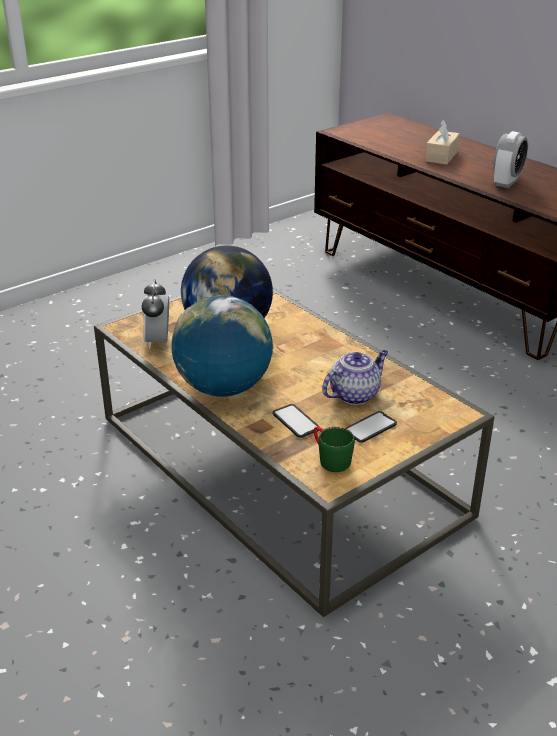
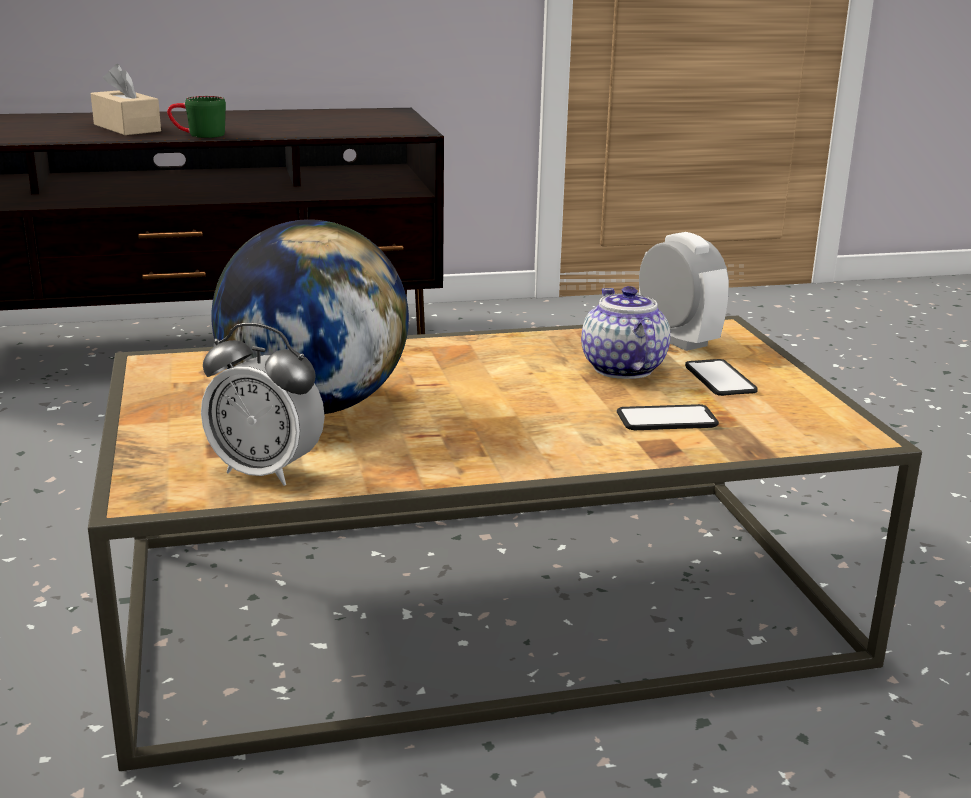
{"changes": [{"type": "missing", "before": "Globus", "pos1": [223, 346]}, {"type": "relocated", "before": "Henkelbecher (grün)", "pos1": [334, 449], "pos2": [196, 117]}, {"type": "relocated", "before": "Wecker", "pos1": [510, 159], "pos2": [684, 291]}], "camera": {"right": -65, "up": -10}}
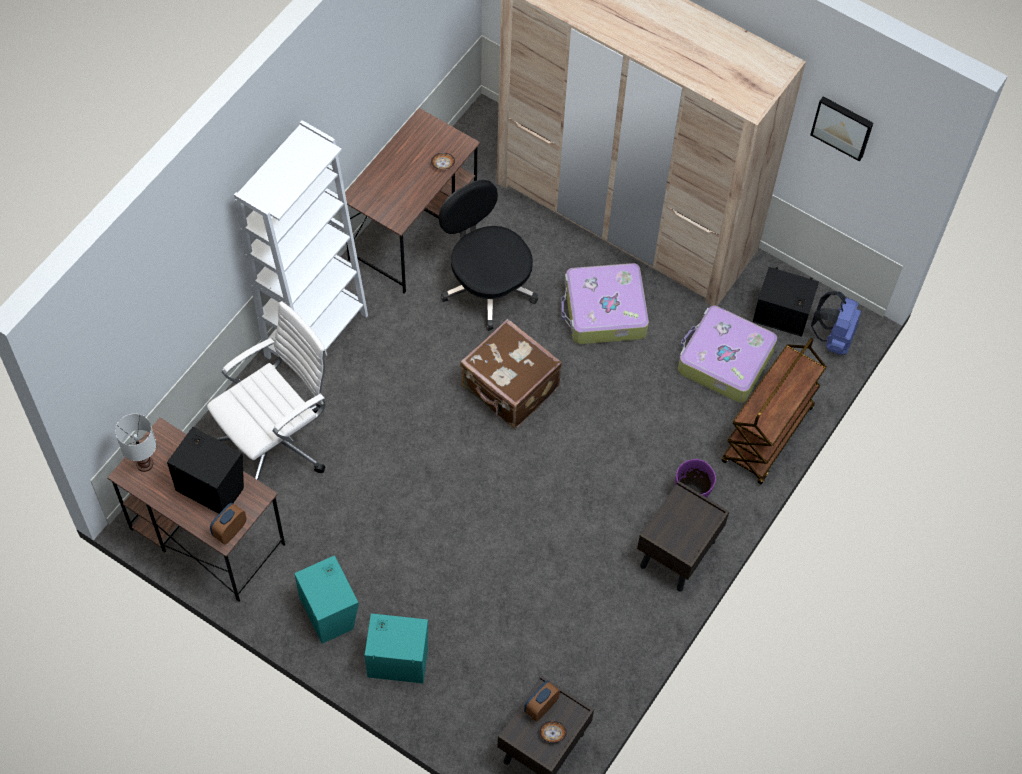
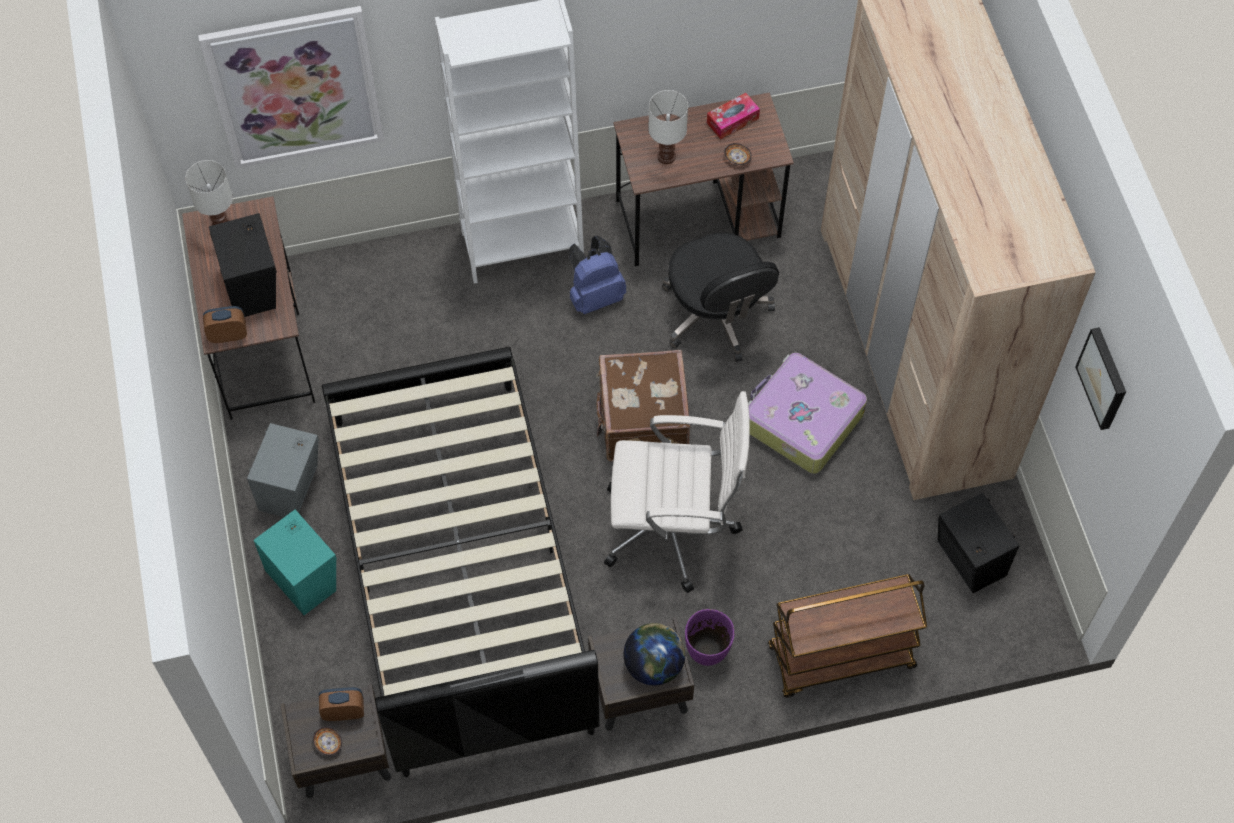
{"changes": [{"type": "missing", "before": "Koffer", "pos1": [727, 354]}, {"type": "appeared", "after": "Bild", "pos2": [291, 87]}, {"type": "appeared", "after": "Bett (schwarz)", "pos2": [460, 562]}, {"type": "appeared", "after": "Globus", "pos2": [654, 654]}, {"type": "appeared", "after": "Tischlampe (weiß)", "pos2": [668, 127]}, {"type": "appeared", "after": "Taschentuchbox", "pos2": [733, 116]}, {"type": "relocated", "before": "Bürostuhl (weiß)", "pos1": [267, 390], "pos2": [677, 492]}, {"type": "relocated", "before": "Rucksack (blau)", "pos1": [836, 323], "pos2": [597, 275]}, {"type": "colour", "before": "Lautsprecher (türkis)", "after": "Lautsprecher (grau)", "pos1": [326, 599], "pos2": [283, 470]}, {"type": "spun", "before": "Bürostuhl (schwarz)", "pos1": [488, 255], "pos2": [720, 297], "turn": 150}], "camera": {"right": 45, "up": 0}}
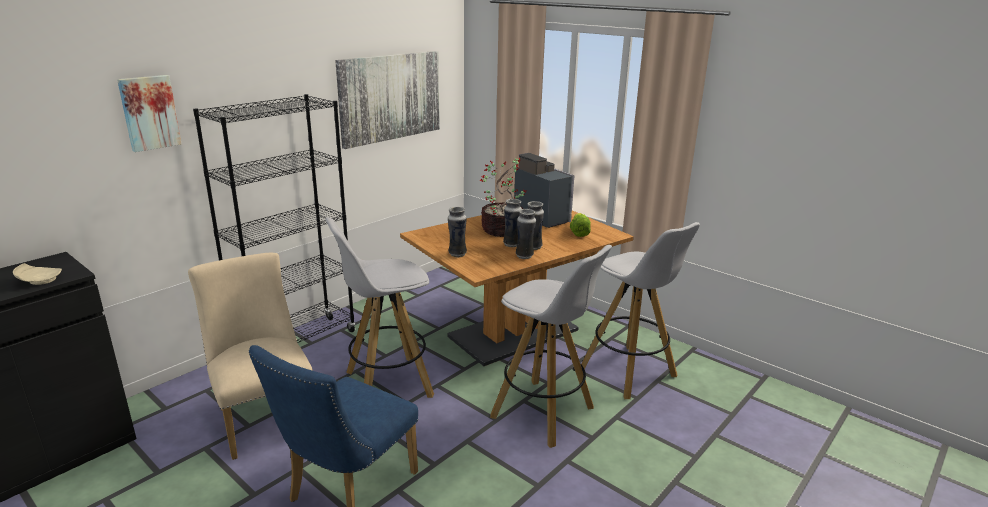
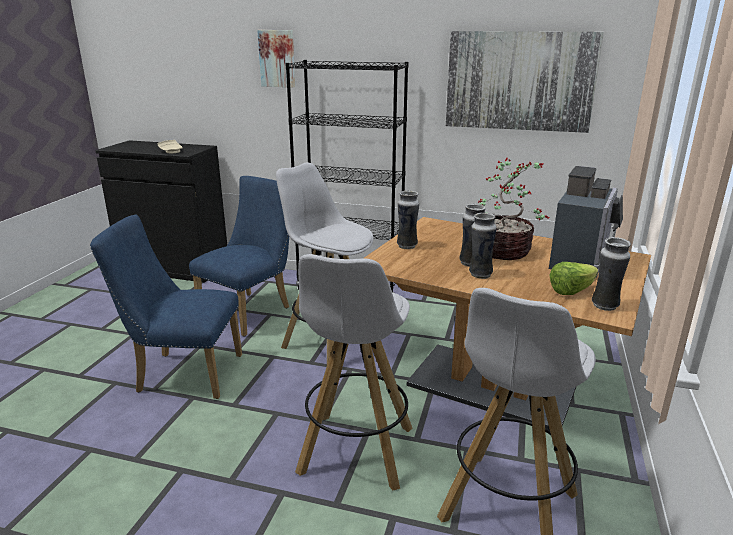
{"changes": [{"type": "relocated", "before": "Vase", "pos1": [526, 234], "pos2": [611, 274]}, {"type": "colour", "before": "Stuhl (beige)", "after": "Stuhl (blau)", "pos1": [250, 356], "pos2": [239, 256]}], "camera": {"right": 65, "up": 0}}
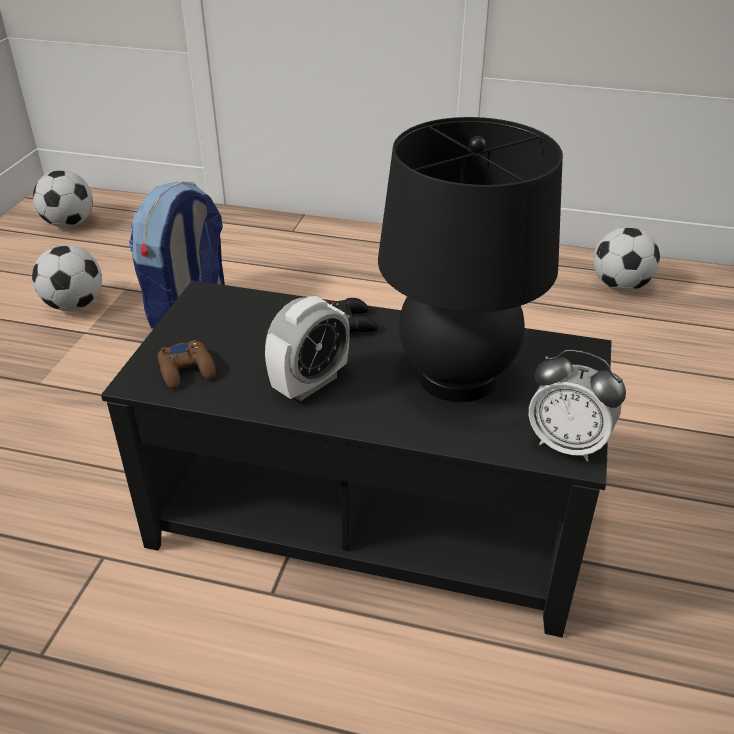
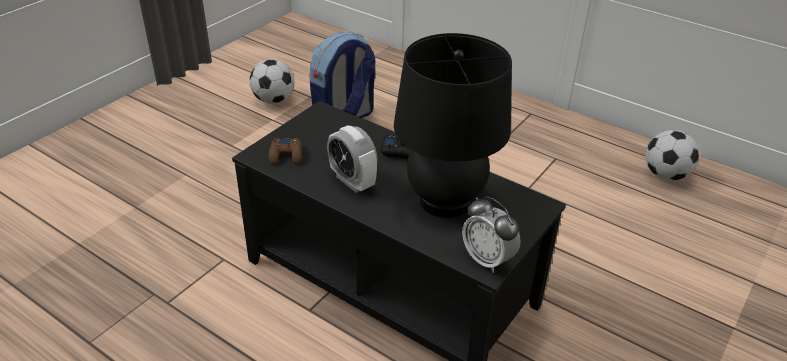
{"changes": [{"type": "missing", "before": "Fußball", "pos1": [63, 199]}, {"type": "spun", "before": "Wecker", "pos1": [307, 348], "pos2": [352, 159], "turn": 75}], "camera": {"right": 20, "up": 0}}
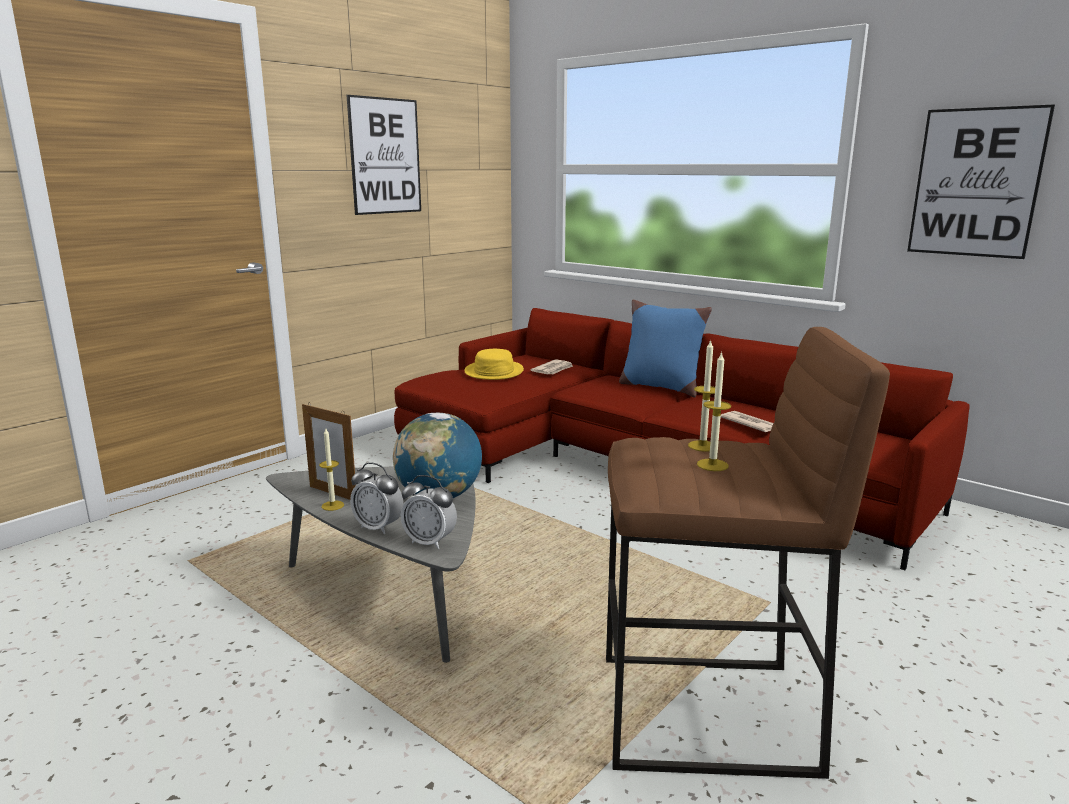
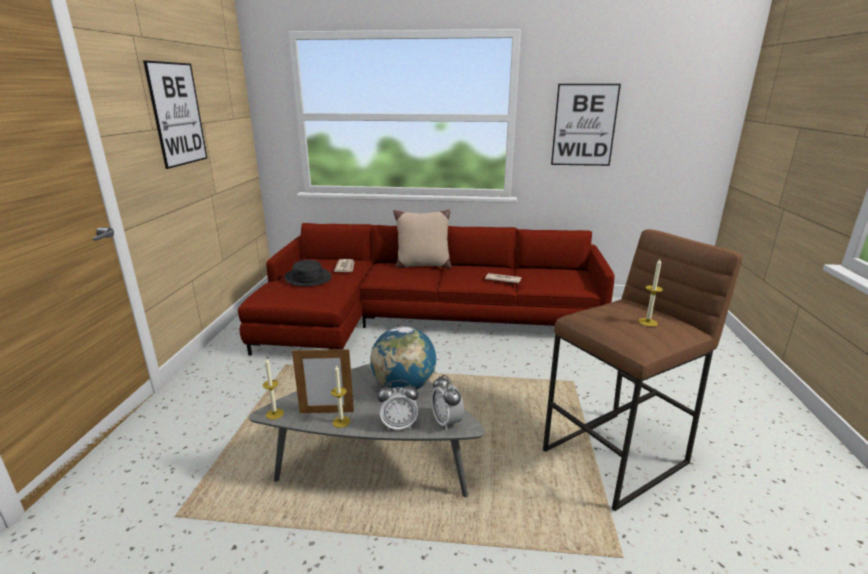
{"changes": [{"type": "relocated", "before": "Kerze", "pos1": [701, 395], "pos2": [273, 389]}, {"type": "colour", "before": "Hut (gelb)", "after": "Hut (schwarz)", "pos1": [494, 364], "pos2": [308, 273]}, {"type": "colour", "before": "Kissen (blau)", "after": "Kissen (beige)", "pos1": [665, 349], "pos2": [422, 239]}, {"type": "spun", "before": "Wecker", "pos1": [429, 512], "pos2": [447, 403], "turn": 75}], "camera": {"right": -35, "up": 5}}
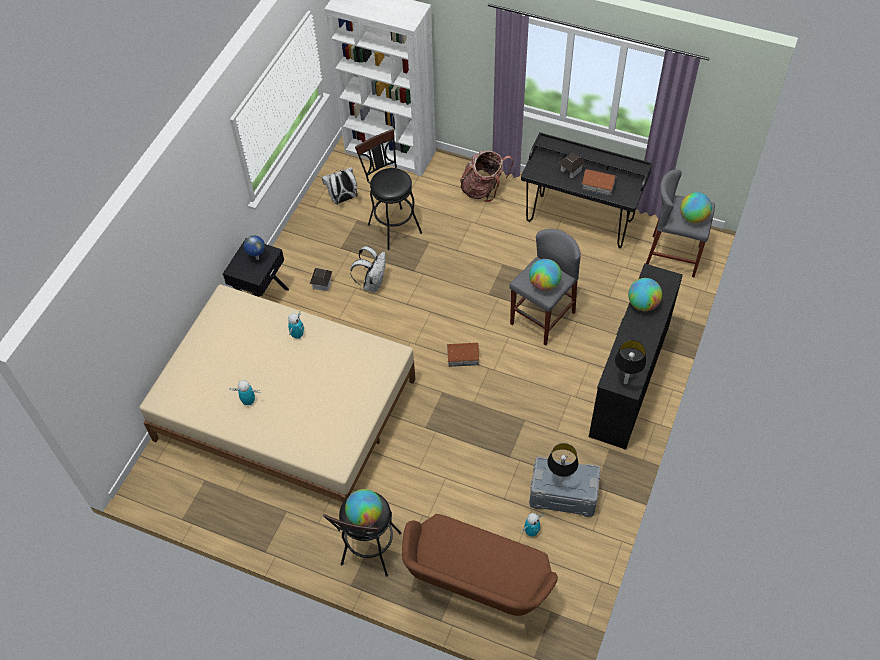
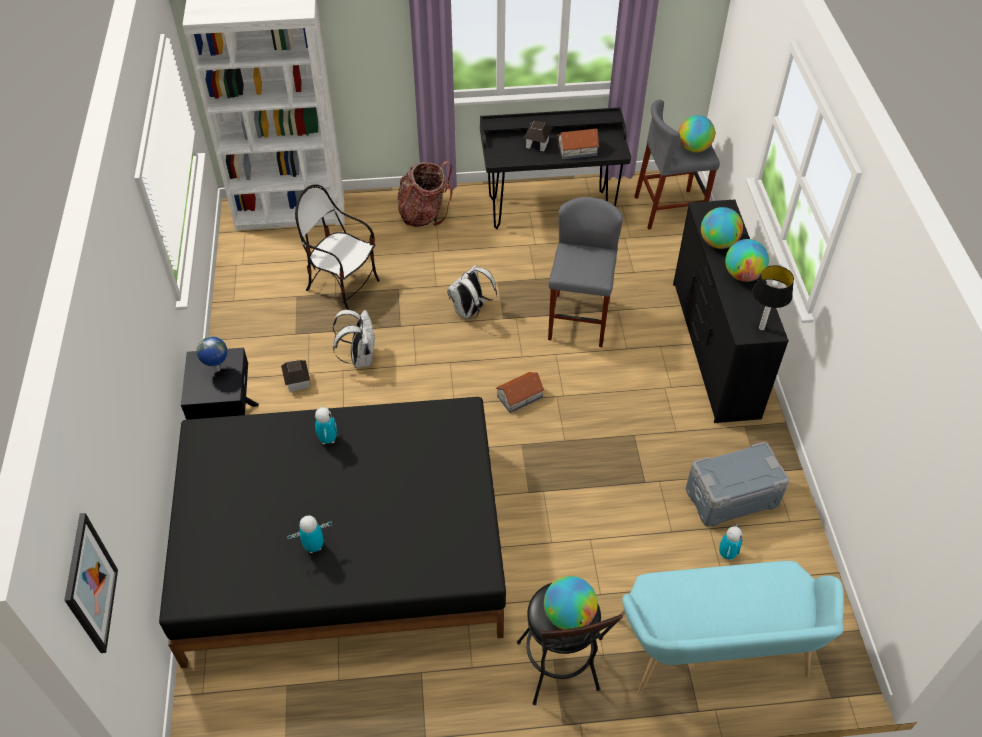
{"changes": [{"type": "missing", "before": "Tischlampe", "pos1": [562, 463]}, {"type": "appeared", "after": "Bild", "pos2": [91, 583]}, {"type": "relocated", "before": "Rucksack (weiß)", "pos1": [340, 186], "pos2": [472, 291]}, {"type": "relocated", "before": "Globus", "pos1": [545, 275], "pos2": [747, 260]}, {"type": "exchanged", "before": "Hocker (schwarz)", "after": "Stuhl", "pos1": [388, 189], "pos2": [337, 247]}, {"type": "colour", "before": "Bett (beige)", "after": "Bett (schwarz)", "pos1": [277, 393], "pos2": [332, 532]}, {"type": "colour", "before": "Bank (braun)", "after": "Bank (türkis)", "pos1": [480, 575], "pos2": [730, 627]}], "camera": {"right": -30, "up": -5}}
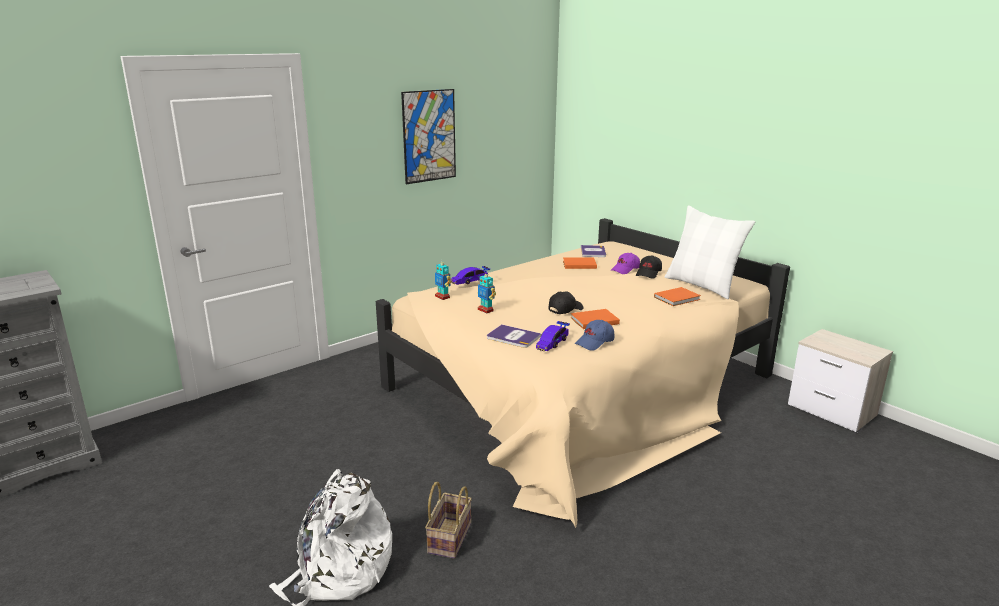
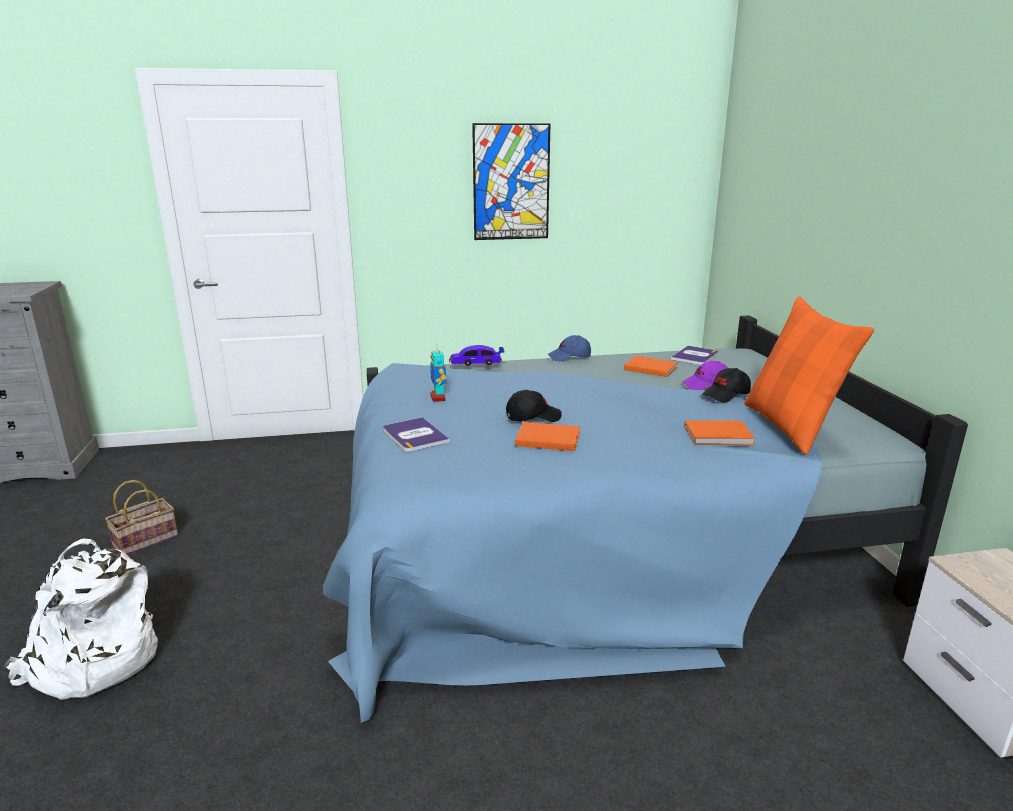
{"changes": [{"type": "missing", "before": "Spielzeugroboter", "pos1": [443, 280]}, {"type": "missing", "before": "Spielzeugauto", "pos1": [553, 336]}, {"type": "relocated", "before": "Korb", "pos1": [448, 520], "pos2": [141, 517]}, {"type": "relocated", "before": "Kappe (blau)", "pos1": [594, 335], "pos2": [569, 348]}, {"type": "colour", "before": "Bett (beige)", "after": "Bett (blau)", "pos1": [583, 373], "pos2": [645, 519]}, {"type": "colour", "before": "Kissen (weiß)", "after": "Kissen (orange)", "pos1": [709, 252], "pos2": [809, 375]}], "camera": {"right": 30, "up": 0}}
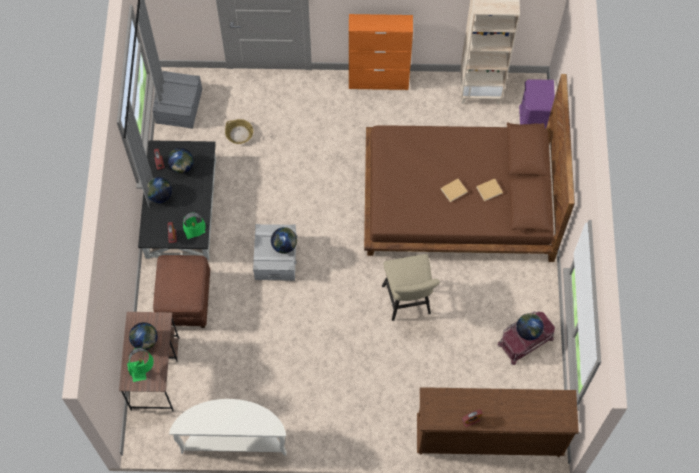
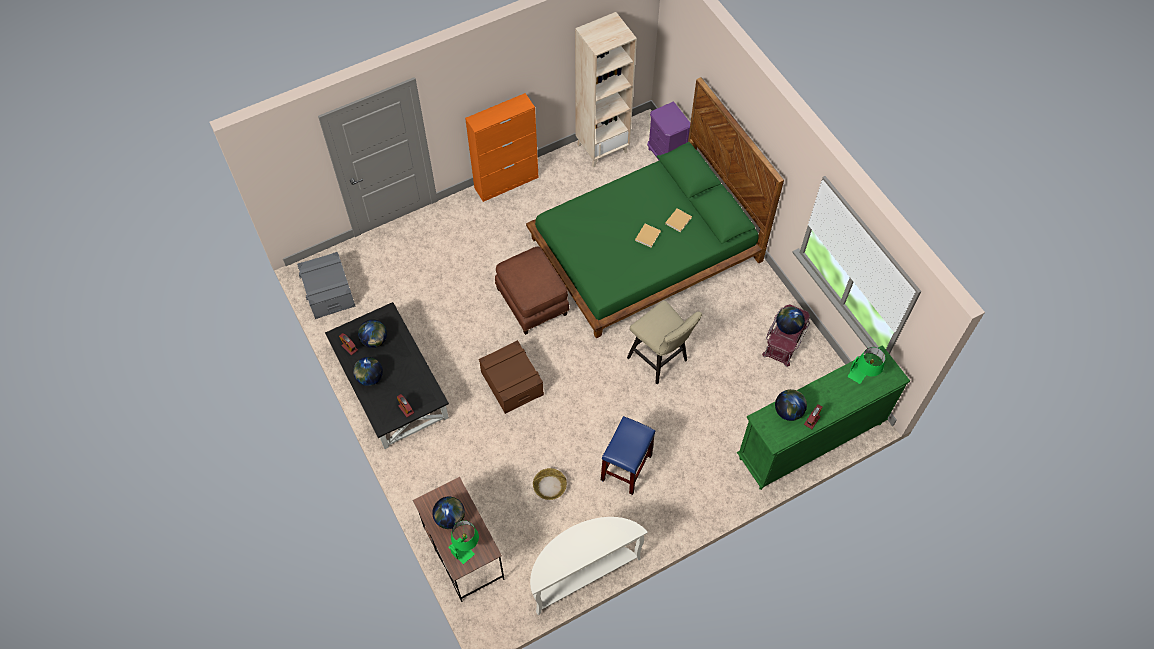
{"changes": [{"type": "appeared", "after": "Hocker (blau)", "pos2": [628, 455]}, {"type": "relocated", "before": "Polsterhocker (braun)", "pos1": [181, 291], "pos2": [532, 291]}, {"type": "relocated", "before": "Tischlampe (grün)", "pos1": [194, 225], "pos2": [866, 365]}, {"type": "relocated", "before": "Korb", "pos1": [239, 131], "pos2": [550, 484]}, {"type": "relocated", "before": "Globus", "pos1": [284, 240], "pos2": [791, 405]}, {"type": "colour", "before": "Aufbewahrungsbox (grau)", "after": "Aufbewahrungsbox (braun)", "pos1": [275, 252], "pos2": [511, 377]}, {"type": "colour", "before": "Bett (braun)", "after": "Bett (grün)", "pos1": [469, 168], "pos2": [655, 207]}, {"type": "colour", "before": "Kommode (braun)", "after": "Kommode (grün)", "pos1": [498, 422], "pos2": [823, 417]}], "camera": {"right": -30, "up": -5}}
